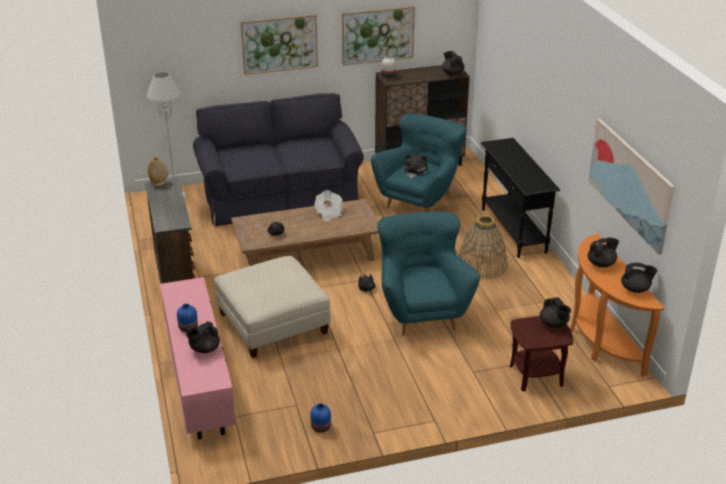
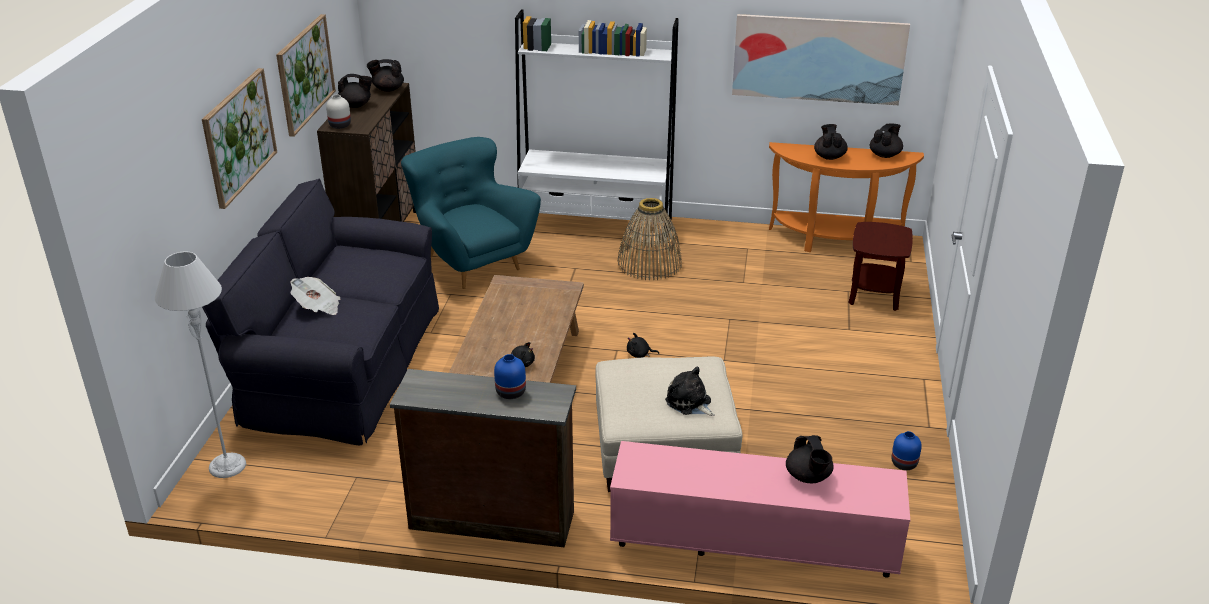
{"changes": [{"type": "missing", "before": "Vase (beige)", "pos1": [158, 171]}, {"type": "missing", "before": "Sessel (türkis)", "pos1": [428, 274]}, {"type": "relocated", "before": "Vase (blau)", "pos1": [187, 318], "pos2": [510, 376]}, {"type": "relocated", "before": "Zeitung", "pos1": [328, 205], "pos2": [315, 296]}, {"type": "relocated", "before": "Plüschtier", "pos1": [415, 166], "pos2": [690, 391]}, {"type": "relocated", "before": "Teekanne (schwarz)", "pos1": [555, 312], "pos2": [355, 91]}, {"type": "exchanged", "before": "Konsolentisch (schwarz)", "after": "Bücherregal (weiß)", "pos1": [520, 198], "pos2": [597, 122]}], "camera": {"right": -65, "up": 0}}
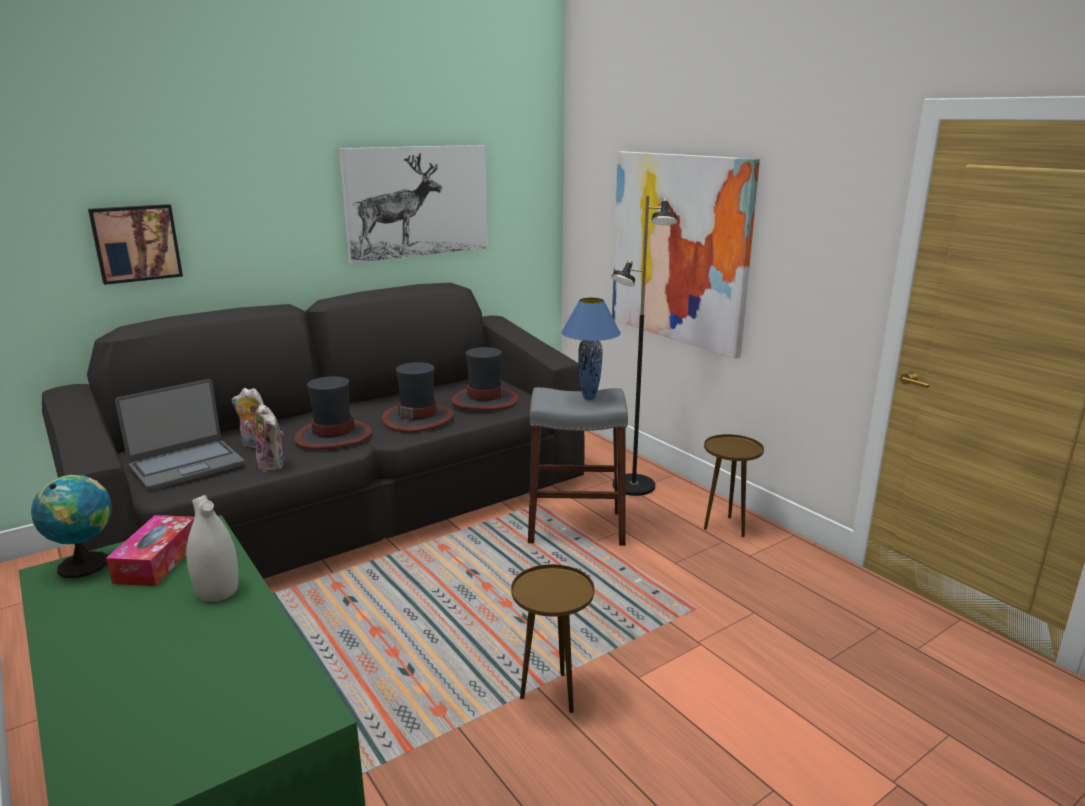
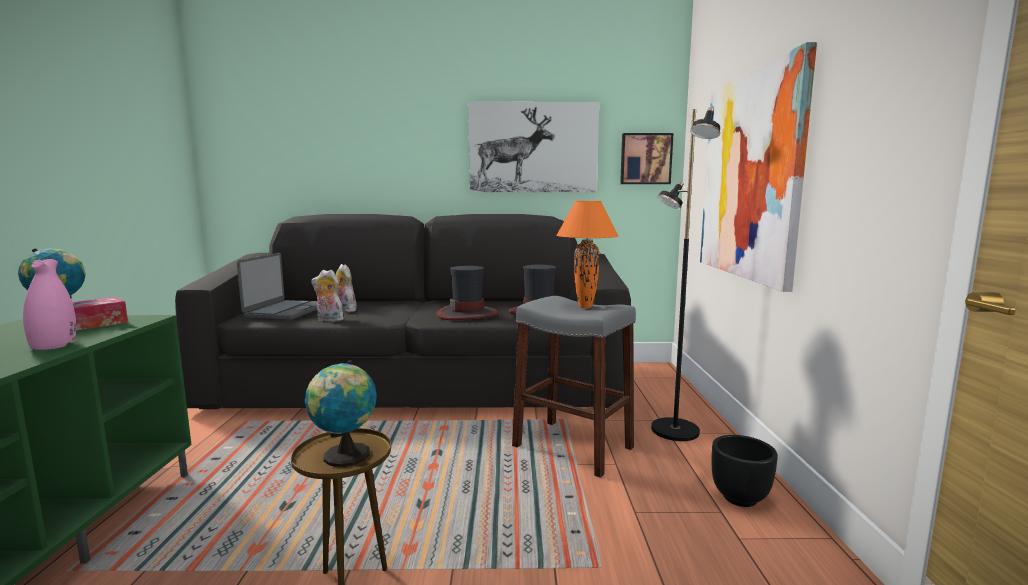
{"changes": [{"type": "missing", "before": "Hut", "pos1": [333, 413]}, {"type": "appeared", "after": "Globus", "pos2": [341, 413]}, {"type": "relocated", "before": "Bild", "pos1": [135, 244], "pos2": [647, 158]}, {"type": "exchanged", "before": "Beistelltisch (braun)", "after": "Pflanzkübel (schwarz)", "pos1": [734, 485], "pos2": [744, 471]}, {"type": "colour", "before": "Vase (weiß)", "after": "Vase (rosa)", "pos1": [212, 548], "pos2": [49, 304]}, {"type": "colour", "before": "Tischlampe (blau)", "after": "Tischlampe (orange)", "pos1": [591, 349], "pos2": [587, 254]}, {"type": "spun", "before": "Laptop", "pos1": [180, 435], "pos2": [277, 286], "turn": -75}, {"type": "spun", "before": "Plüschtier", "pos1": [269, 438], "pos2": [327, 296], "turn": 105}], "camera": {"right": 35, "up": -10}}
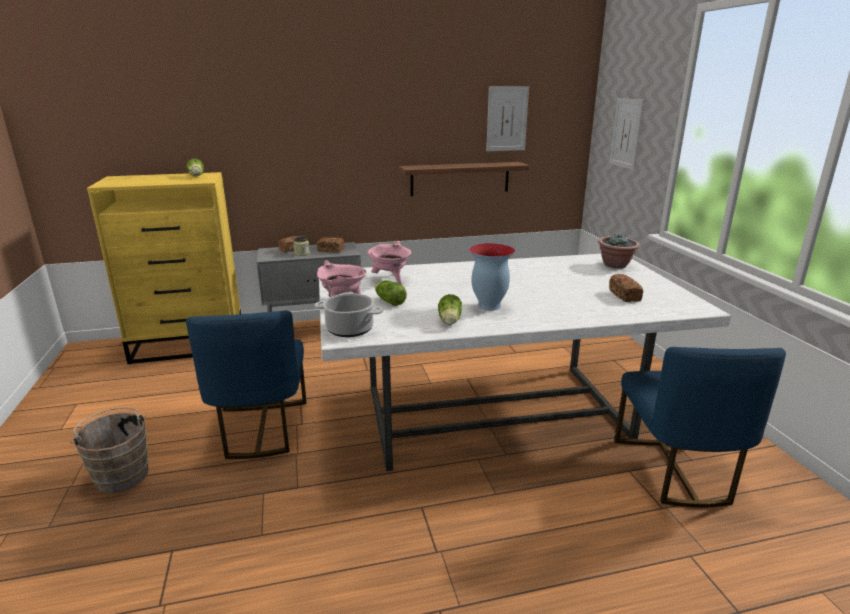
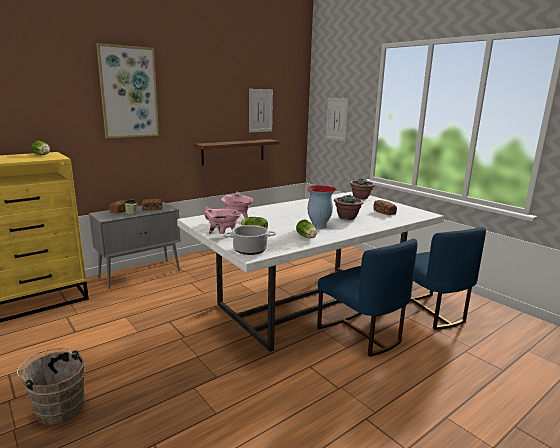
{"changes": [{"type": "appeared", "after": "Bild", "pos2": [127, 90]}, {"type": "appeared", "after": "Topfpflanze", "pos2": [349, 207]}, {"type": "relocated", "before": "Stuhl (blau)", "pos1": [246, 384], "pos2": [367, 297]}], "camera": {"right": -25, "up": -5}}
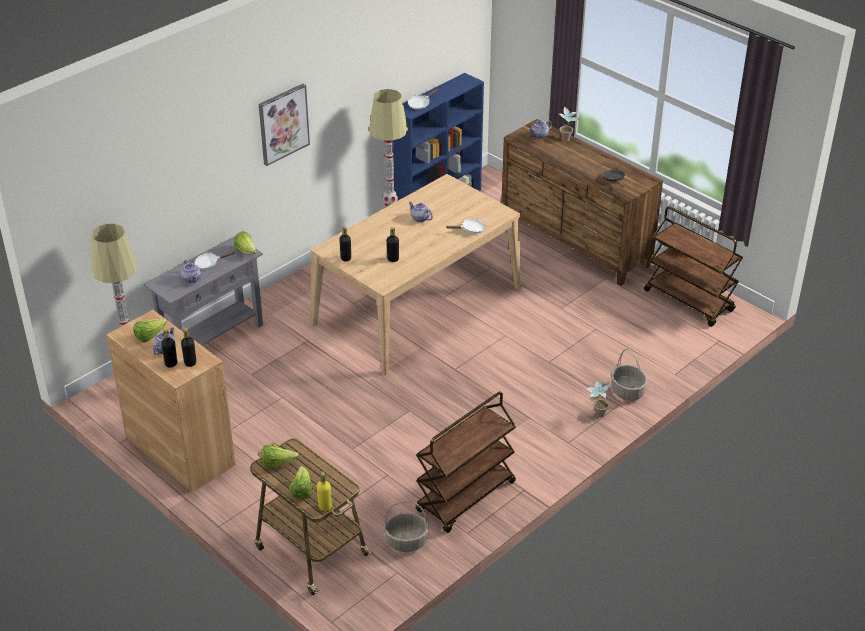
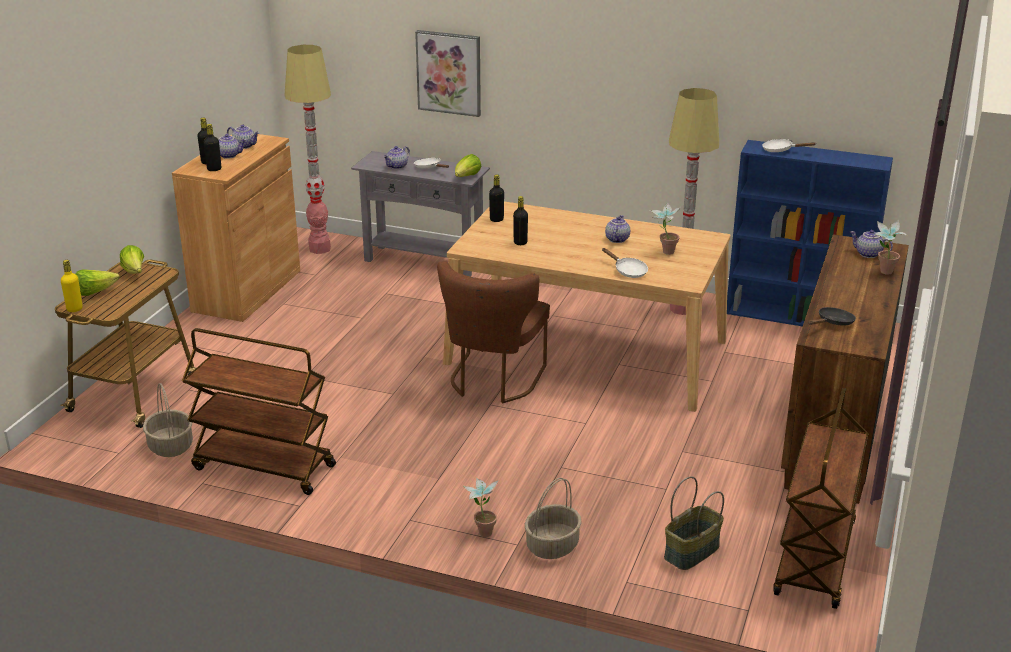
{"changes": [{"type": "appeared", "after": "Stuhl (braun)", "pos2": [493, 332]}, {"type": "appeared", "after": "Topfpflanze", "pos2": [665, 228]}, {"type": "appeared", "after": "Korb", "pos2": [694, 523]}, {"type": "relocated", "before": "Bild", "pos1": [284, 125], "pos2": [448, 73]}, {"type": "exchanged", "before": "Salatkopf", "after": "Teekanne", "pos1": [150, 330], "pos2": [243, 137]}], "camera": {"right": 65, "up": -10}}
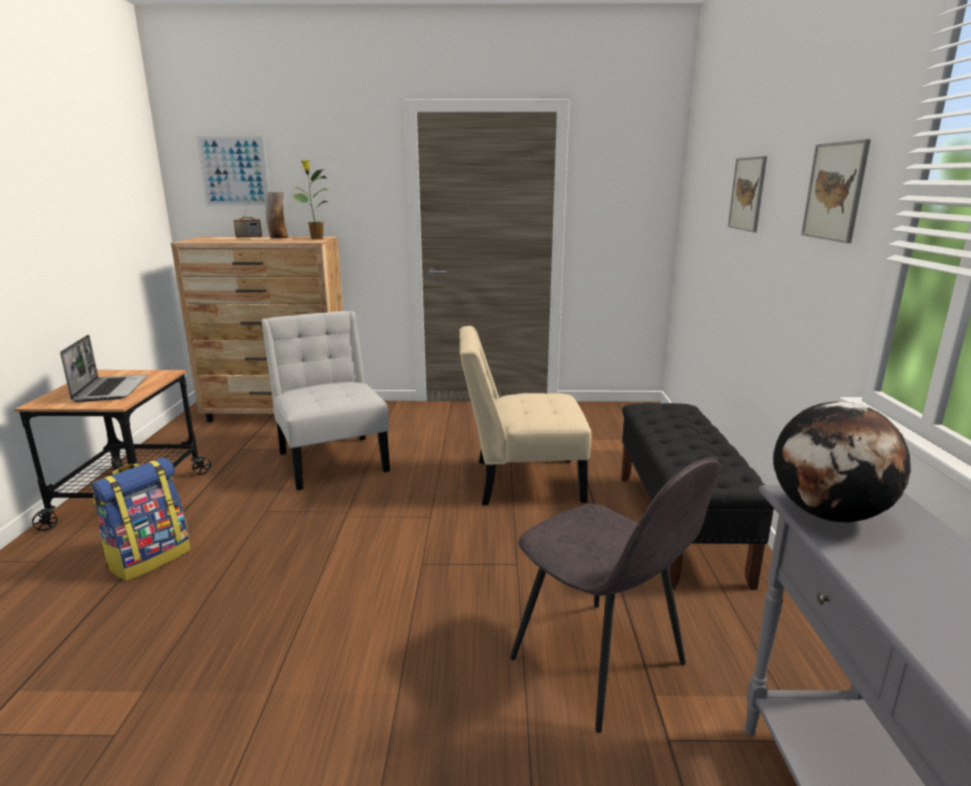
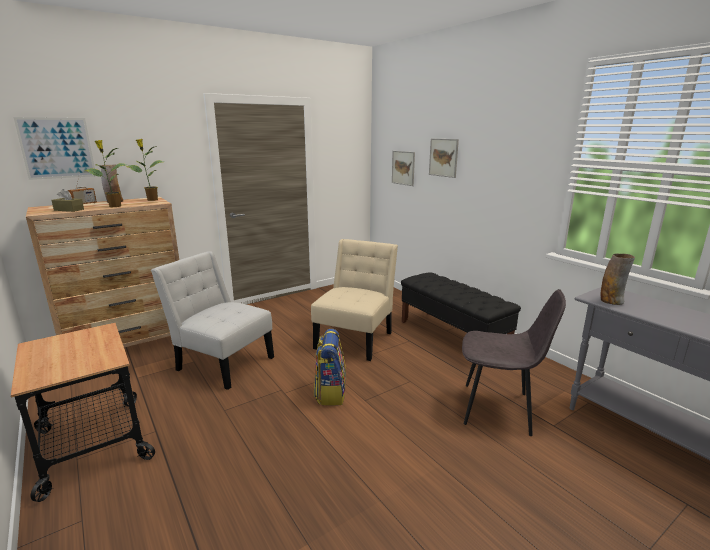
{"changes": [{"type": "missing", "before": "Laptop", "pos1": [104, 368]}, {"type": "appeared", "after": "Taschentuchbox (braun)", "pos2": [67, 200]}, {"type": "appeared", "after": "Topfpflanze", "pos2": [105, 173]}, {"type": "relocated", "before": "Rucksack", "pos1": [141, 519], "pos2": [330, 367]}, {"type": "relocated", "before": "Bild", "pos1": [836, 191], "pos2": [403, 168]}, {"type": "exchanged", "before": "Globus", "after": "Vase", "pos1": [842, 462], "pos2": [618, 279]}, {"type": "spun", "before": "Stuhl (beige)", "pos1": [525, 415], "pos2": [354, 300], "turn": 150}], "camera": {"right": -35, "up": 0}}
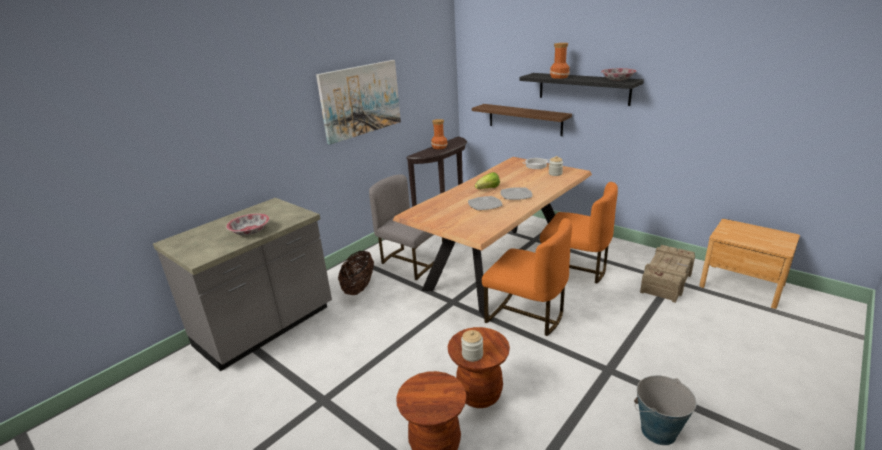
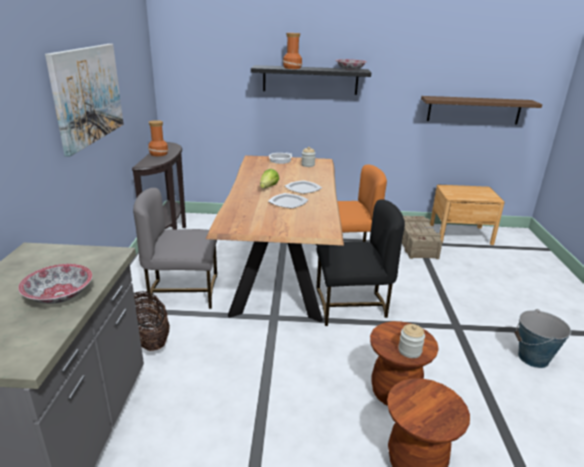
{"changes": [{"type": "relocated", "before": "Wandregal (braun)", "pos1": [522, 120], "pos2": [481, 110]}, {"type": "colour", "before": "Stuhl (orange)", "after": "Stuhl (schwarz)", "pos1": [527, 277], "pos2": [361, 262]}], "camera": {"right": -40, "up": 0}}
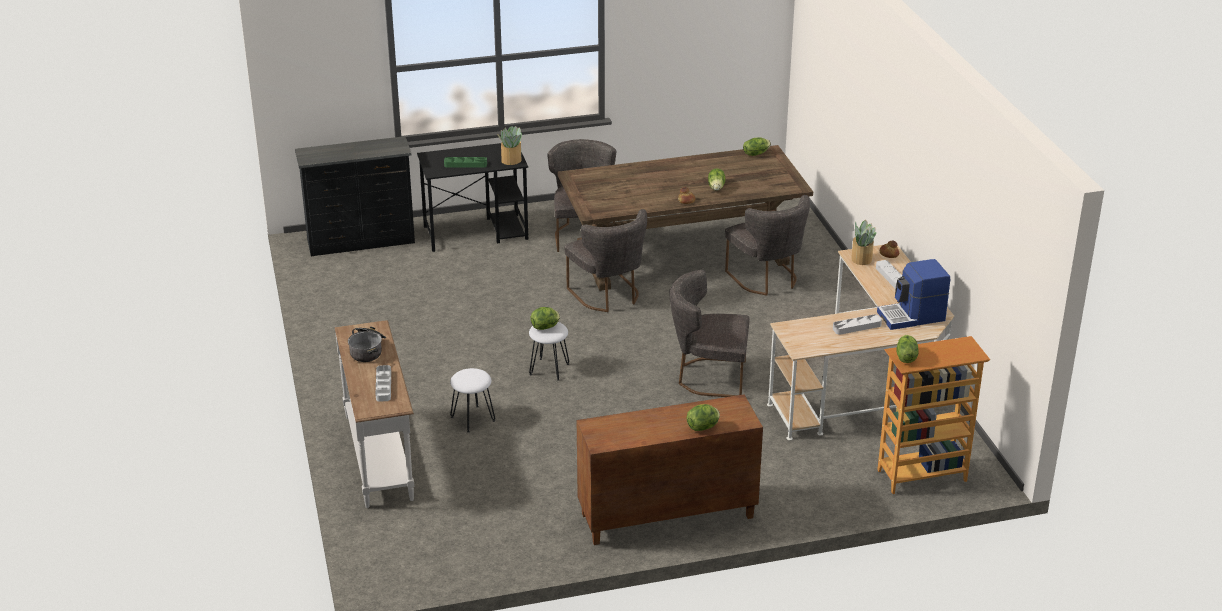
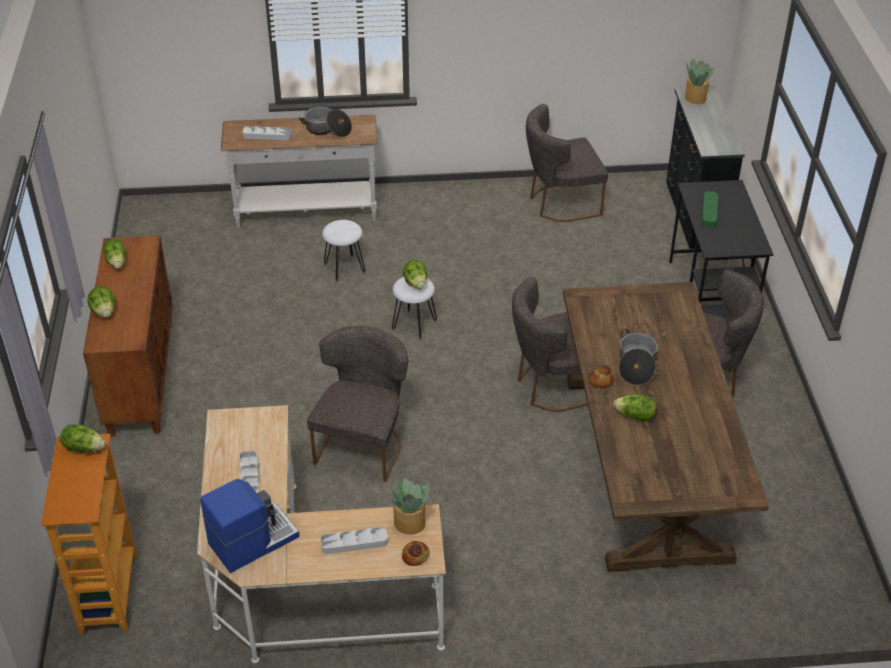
{"changes": [{"type": "appeared", "after": "Kochtopf", "pos2": [638, 357]}, {"type": "relocated", "before": "Topfpflanze", "pos1": [509, 145], "pos2": [700, 81]}, {"type": "relocated", "before": "Stuhl (grau)", "pos1": [767, 245], "pos2": [567, 163]}, {"type": "relocated", "before": "Salatkopf", "pos1": [757, 146], "pos2": [114, 254]}, {"type": "spun", "before": "Kaffeemaschine", "pos1": [913, 294], "pos2": [250, 526], "turn": 60}], "camera": {"right": 100, "up": 10}}
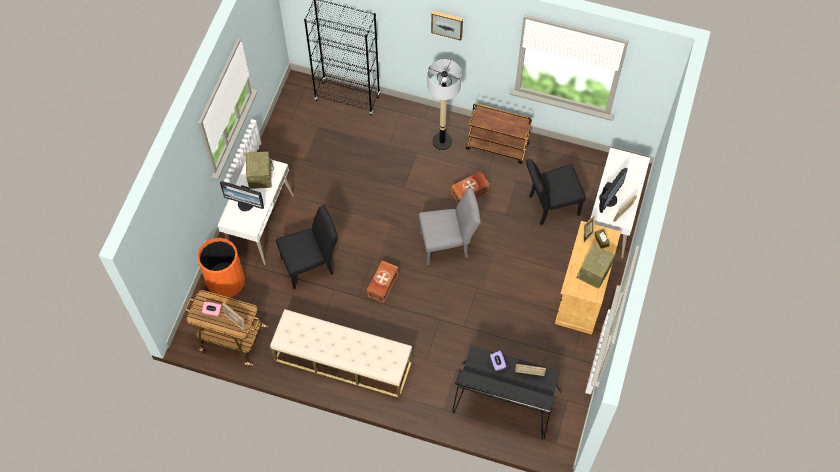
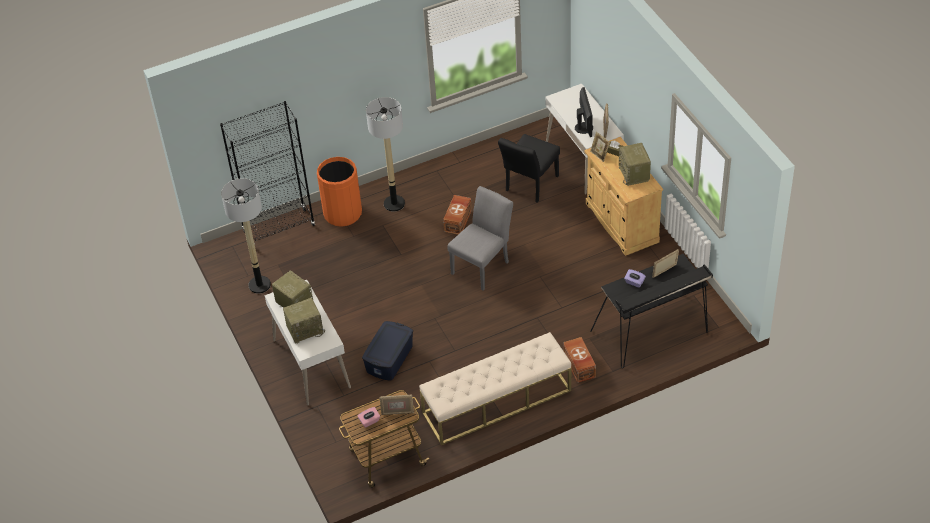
{"changes": [{"type": "missing", "before": "Bild", "pos1": [447, 25]}, {"type": "missing", "before": "Rollwagen (braun)", "pos1": [499, 133]}, {"type": "appeared", "after": "Stehlampe", "pos2": [246, 236]}, {"type": "relocated", "before": "Mülleimer (orange)", "pos1": [221, 268], "pos2": [339, 192]}, {"type": "relocated", "before": "Aufbewahrungsbox (braun)", "pos1": [382, 281], "pos2": [579, 360]}, {"type": "exchanged", "before": "Monitor", "after": "Radio", "pos1": [242, 196], "pos2": [304, 321]}, {"type": "exchanged", "before": "Stuhl (schwarz)", "after": "Aufbewahrungsbox (blau)", "pos1": [307, 247], "pos2": [387, 351]}], "camera": {"right": -40, "up": -15}}
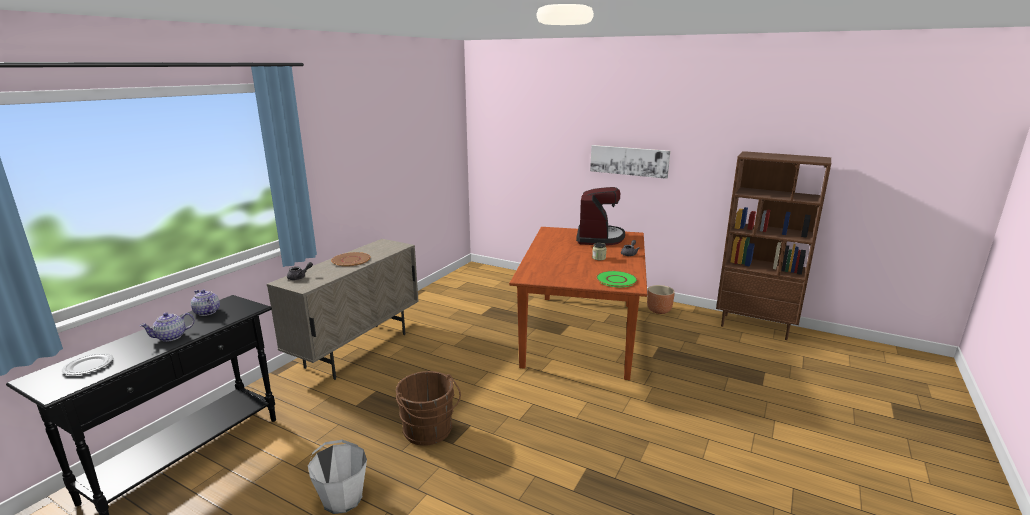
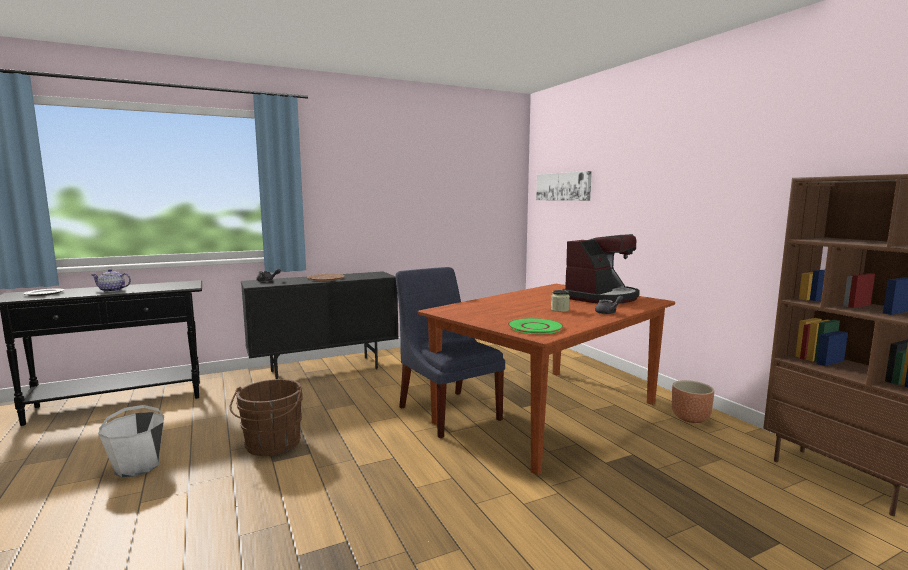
{"changes": [{"type": "missing", "before": "Teekanne", "pos1": [205, 303]}, {"type": "appeared", "after": "Stuhl (blau)", "pos2": [450, 352]}, {"type": "relocated", "before": "Bild", "pos1": [630, 162], "pos2": [564, 186]}, {"type": "colour", "before": "Schrank (beige)", "after": "Schrank (schwarz)", "pos1": [343, 309], "pos2": [320, 325]}], "camera": {"right": 35, "up": -10}}
